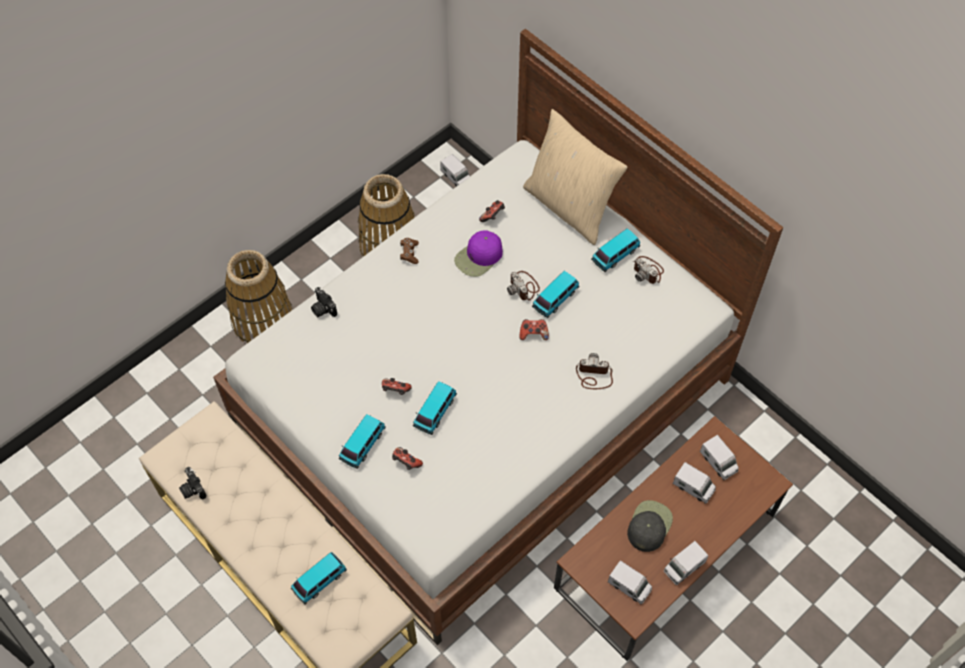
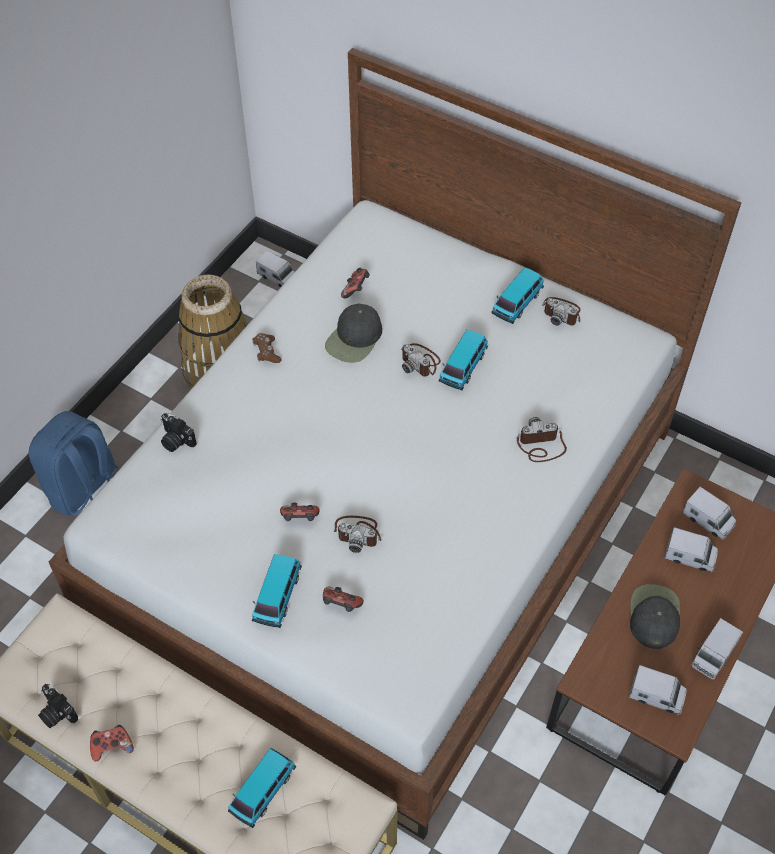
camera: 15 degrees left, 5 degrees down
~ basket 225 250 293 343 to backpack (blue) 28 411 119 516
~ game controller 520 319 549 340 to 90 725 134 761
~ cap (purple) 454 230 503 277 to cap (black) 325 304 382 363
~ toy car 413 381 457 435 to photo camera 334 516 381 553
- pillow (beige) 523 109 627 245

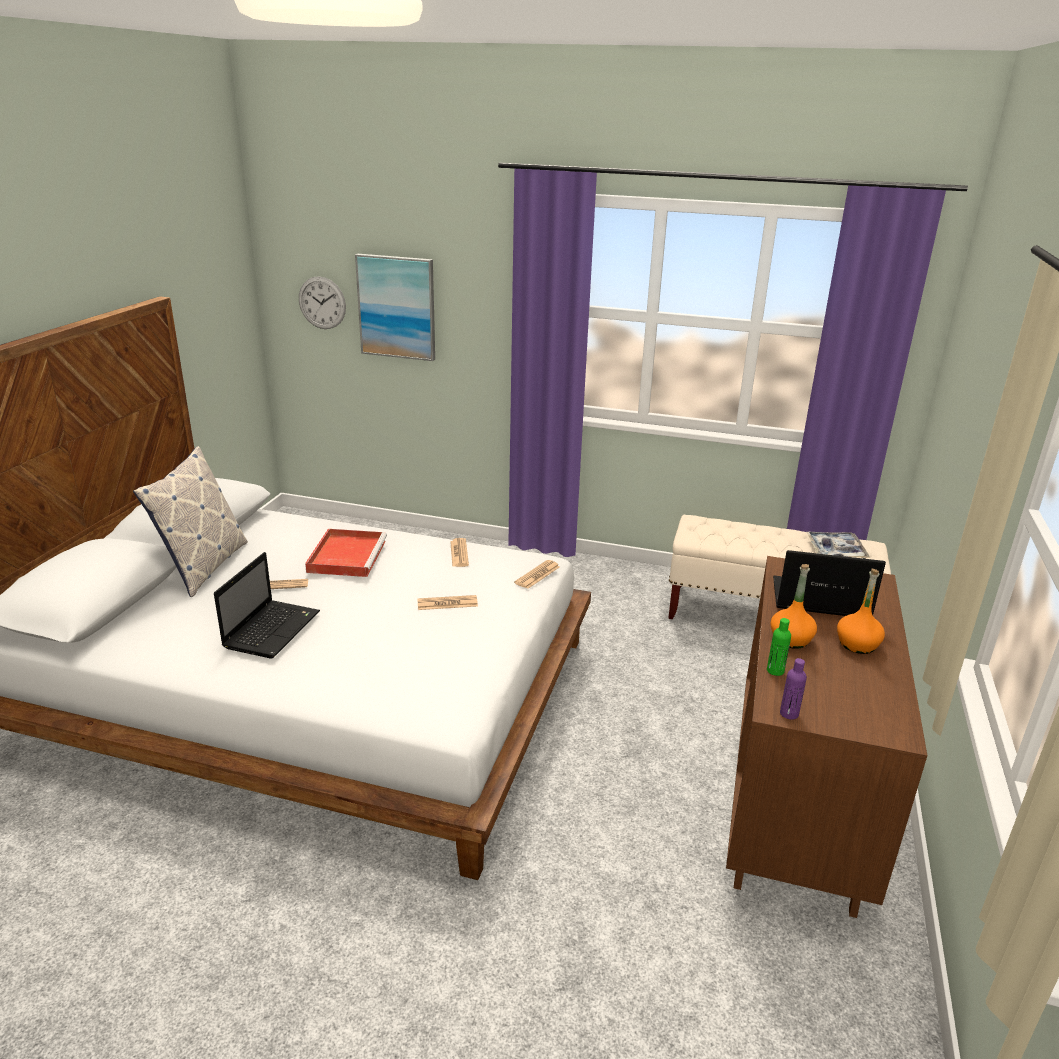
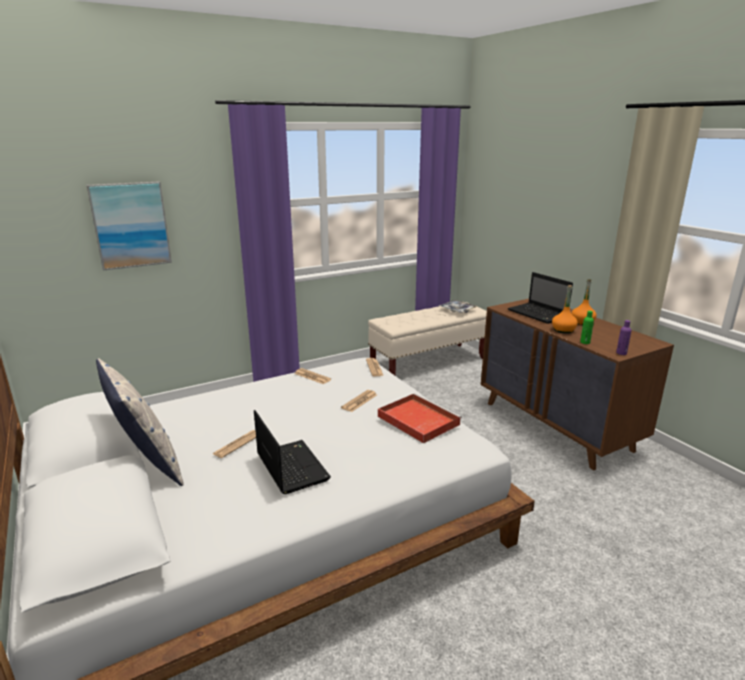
camera: 45 degrees left, 5 degrees down
~ tray (red) 305 529 387 577 to 378 393 462 444
~ laptop 773 550 886 616 = 508 272 573 324 90 degrees counterclockwise
- wall clock 299 277 346 329

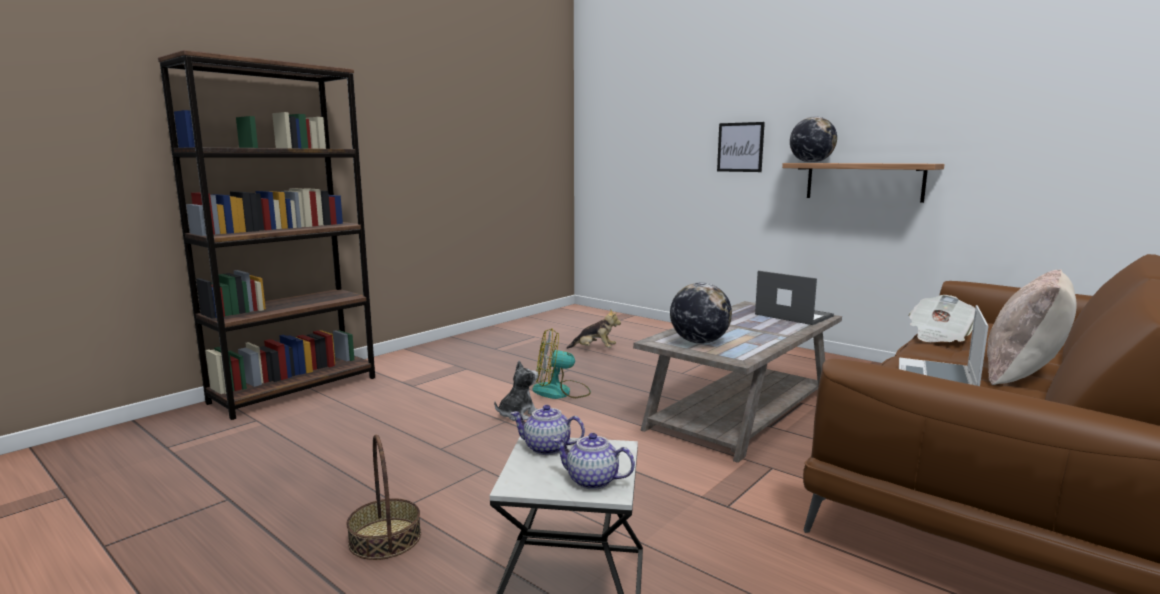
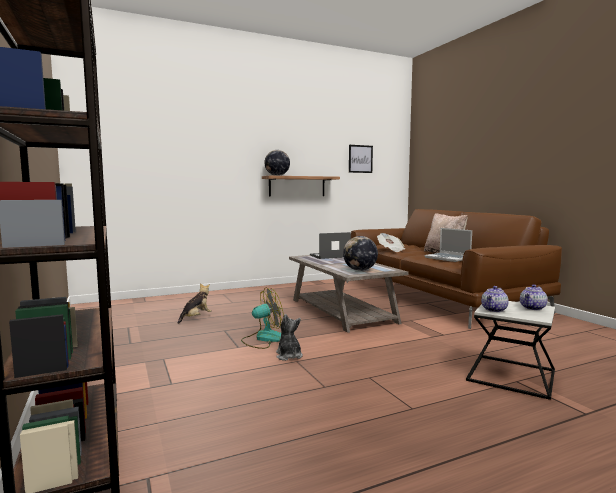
camera: 65 degrees left, 5 degrees down
~ fan 532 329 591 399 = 241 287 284 349 135 degrees counterclockwise
~ picture 717 122 765 172 to 349 145 373 173
- basket 347 435 421 560

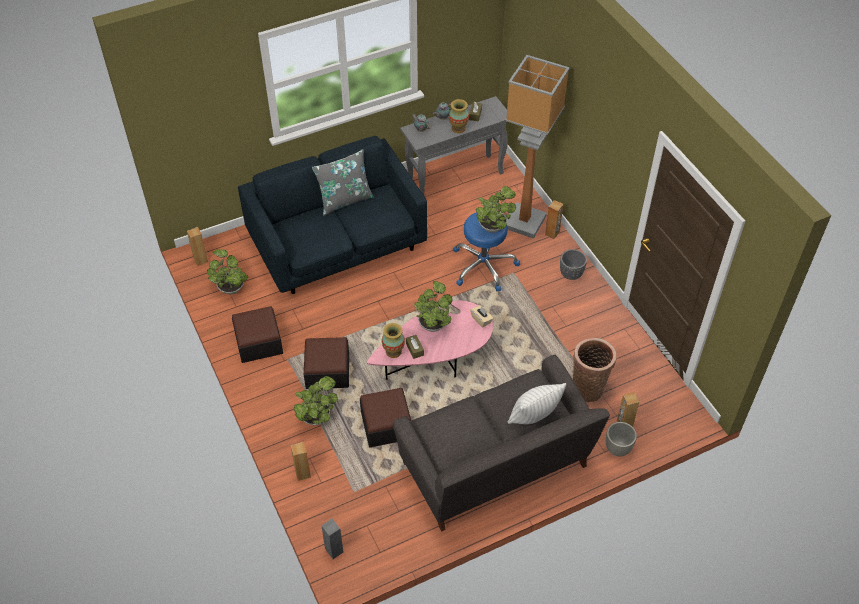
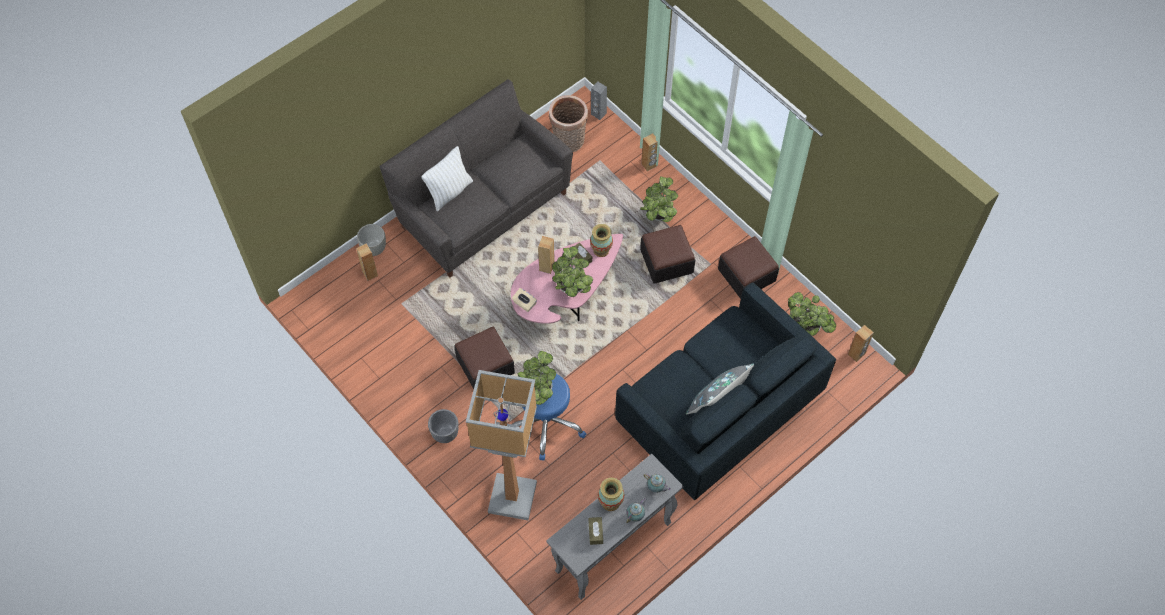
camera: 165 degrees right, 10 degrees up
~ ottoman 360 388 411 447 to 454 327 515 389
~ speaker (brown) 545 200 563 239 to 538 236 555 274
~ basket 573 338 616 402 to 549 95 588 152

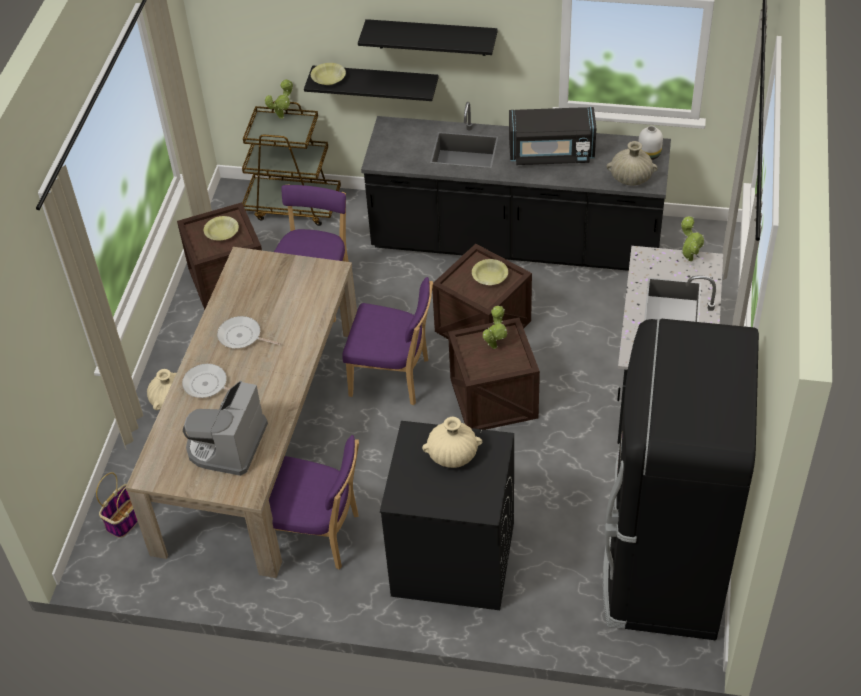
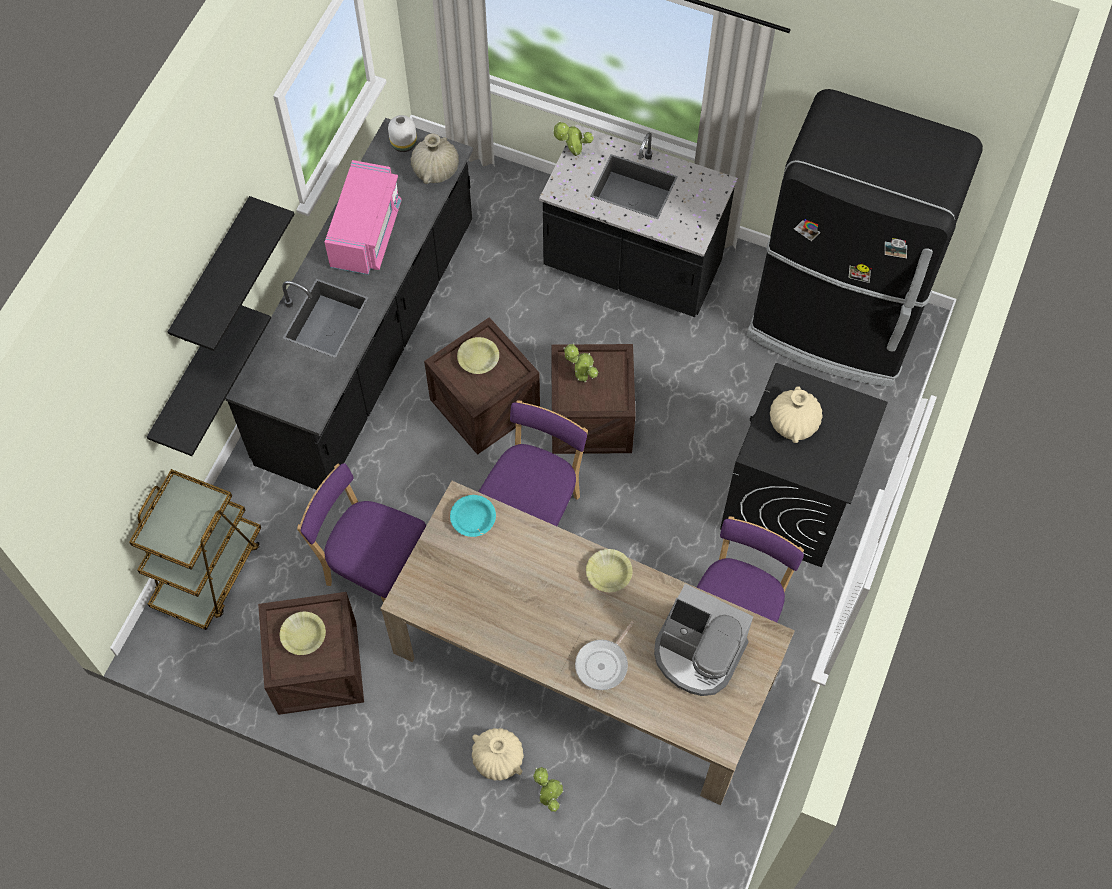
camera: 80 degrees left, 15 degrees up
~ microwave (black) 509 107 597 165 to microwave (pink) 324 160 402 275
+ bowl (turquoise) 450 495 496 537
~ potted plant 265 79 293 119 to 533 767 563 812
~ bowl (yellow) 311 63 346 85 to 586 549 633 592
- basket 96 472 138 538
- frying pan 217 316 281 349

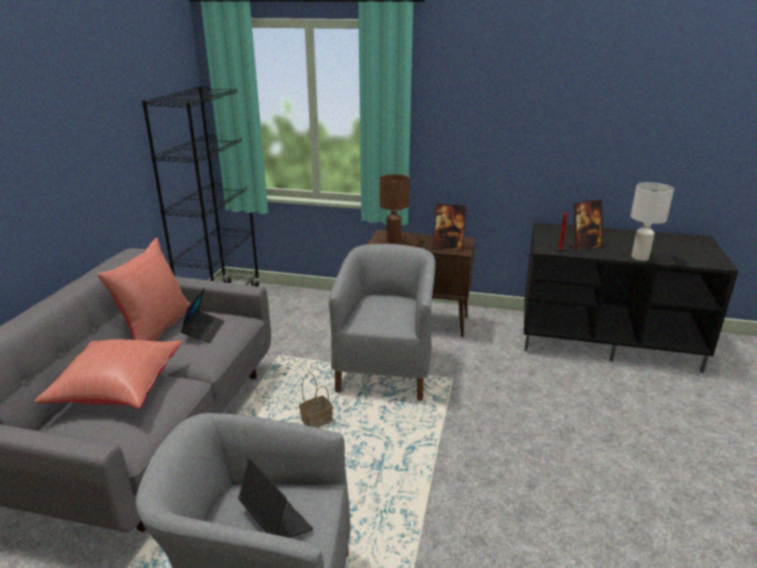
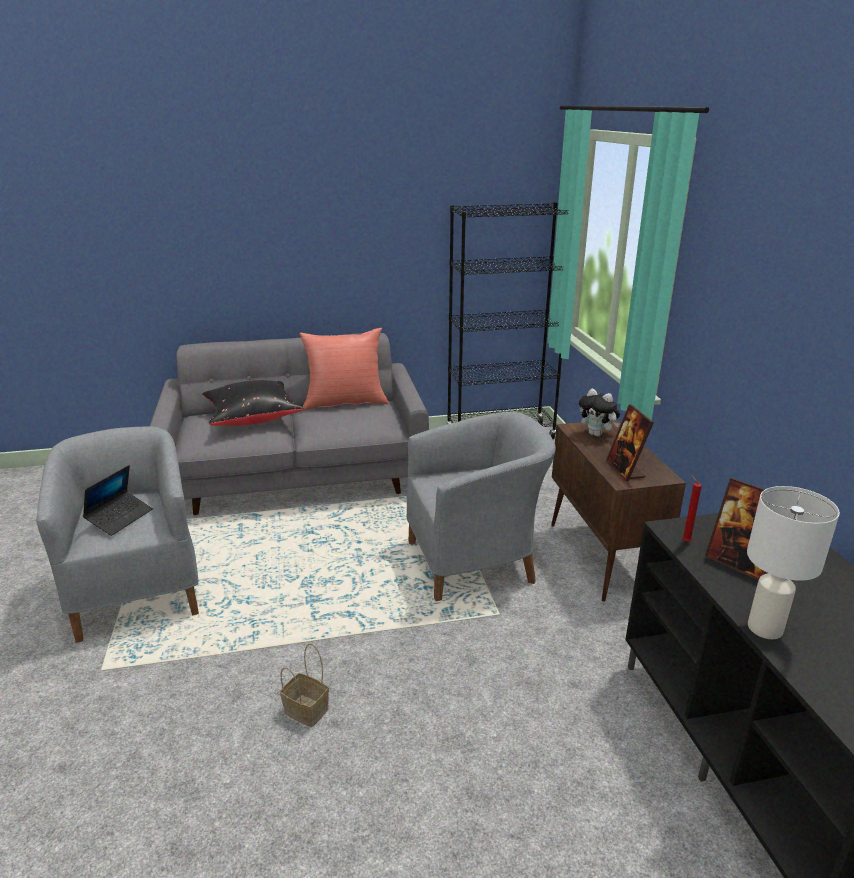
camera: 65 degrees right, 0 degrees up
~ pillow (red) 34 339 182 409 to pillow (black) 202 380 305 426
~ basket 299 373 333 428 to 280 644 329 727
~ table lamp (brown) 379 174 409 243 to plush toy 579 389 620 437
- laptop 181 288 225 343

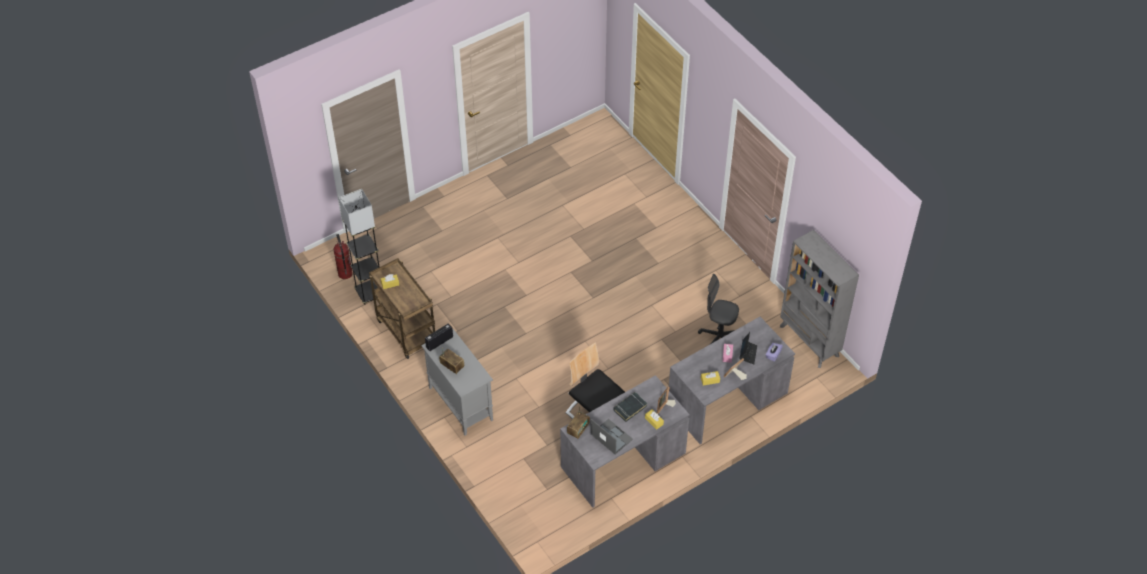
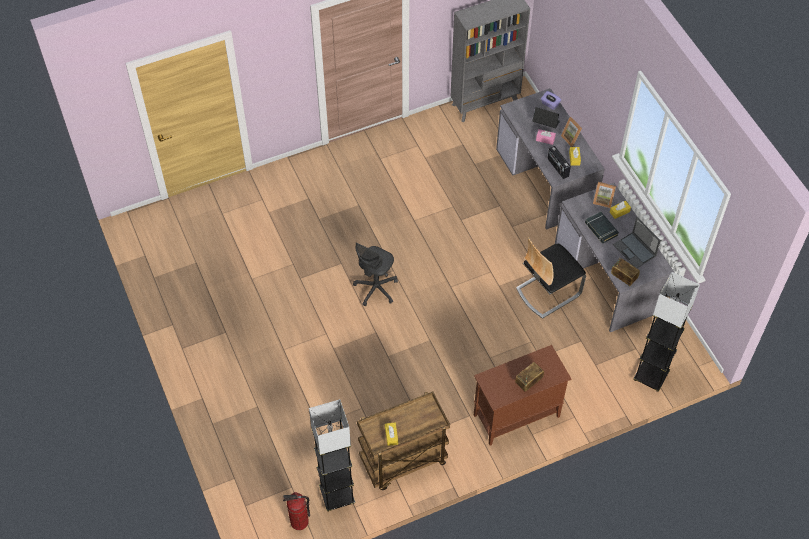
camera: 80 degrees left, 5 degrees up
~ office chair (grey) 698 274 739 344 to 353 243 398 306
~ cabinet (grey) 421 329 493 436 to cabinet (brown) 474 345 571 446
~ radio 425 324 453 351 to 548 146 571 179
~ laptop 591 419 633 454 = 613 217 661 268 90 degrees counterclockwise
+ floor lamp (grey) 633 272 700 392

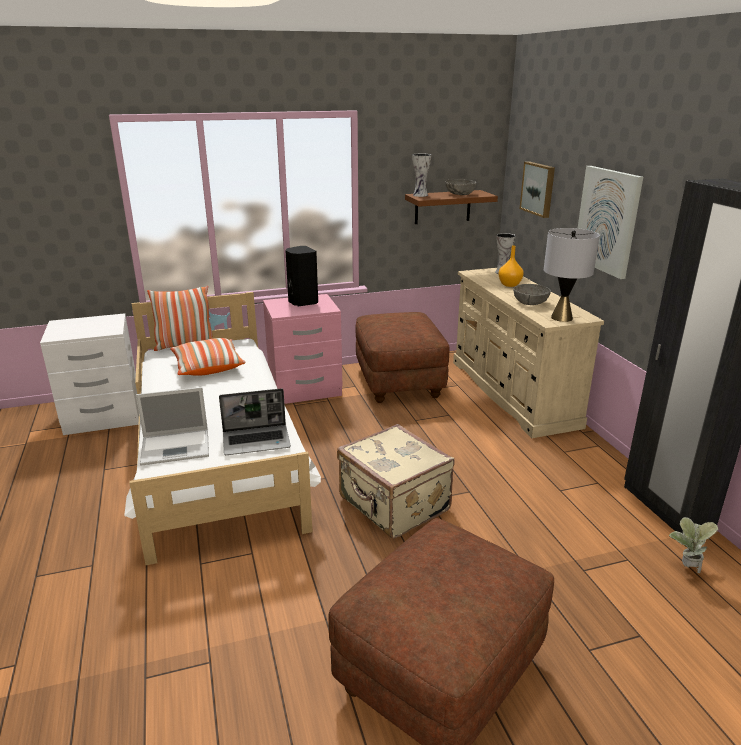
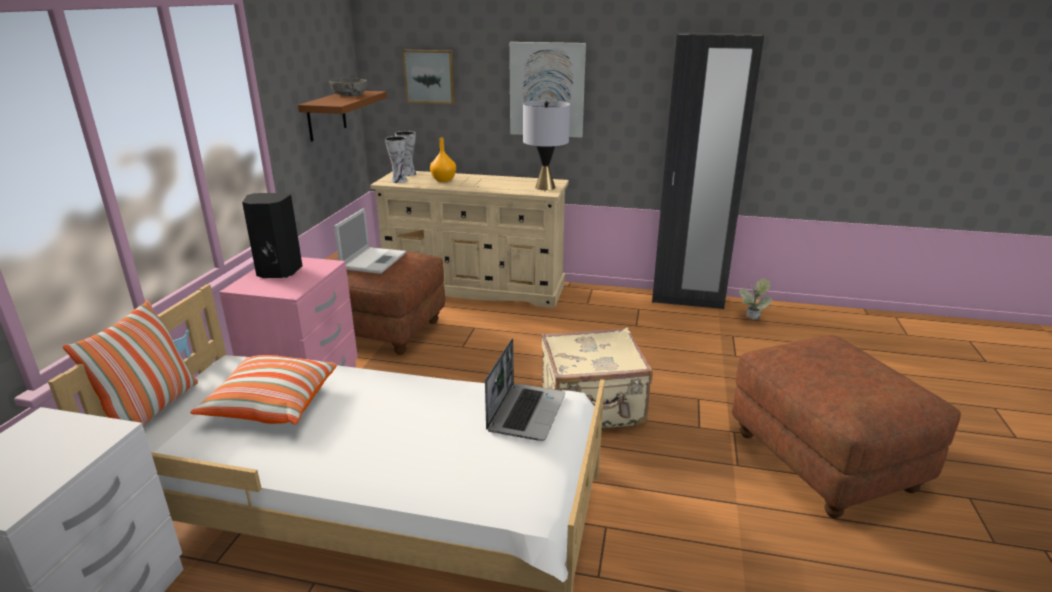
camera: 60 degrees left, 0 degrees up
~ laptop 136 387 209 466 to 334 208 406 274
~ vase 412 154 432 197 to 385 136 408 183
- bowl (grey) 513 284 551 305

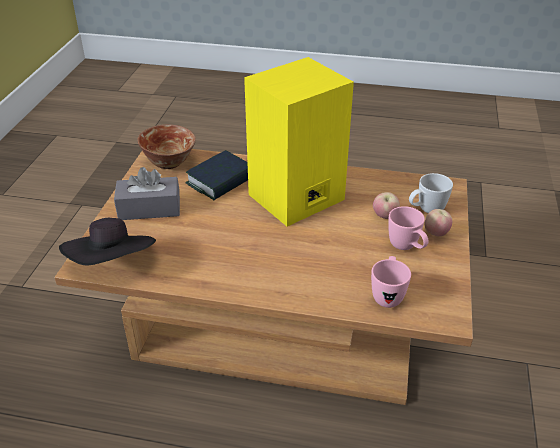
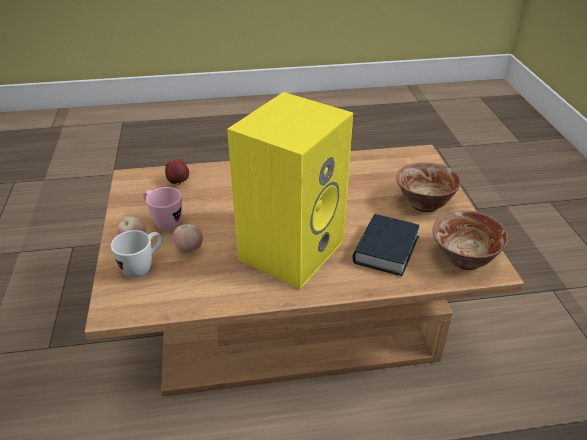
camera: 160 degrees right, 0 degrees up
~ mug (pink) 371 256 411 308 to apple 165 159 189 185
~ tissue box (grey) 114 167 180 220 to bowl 396 163 461 212
- hat (black) 59 218 156 266

